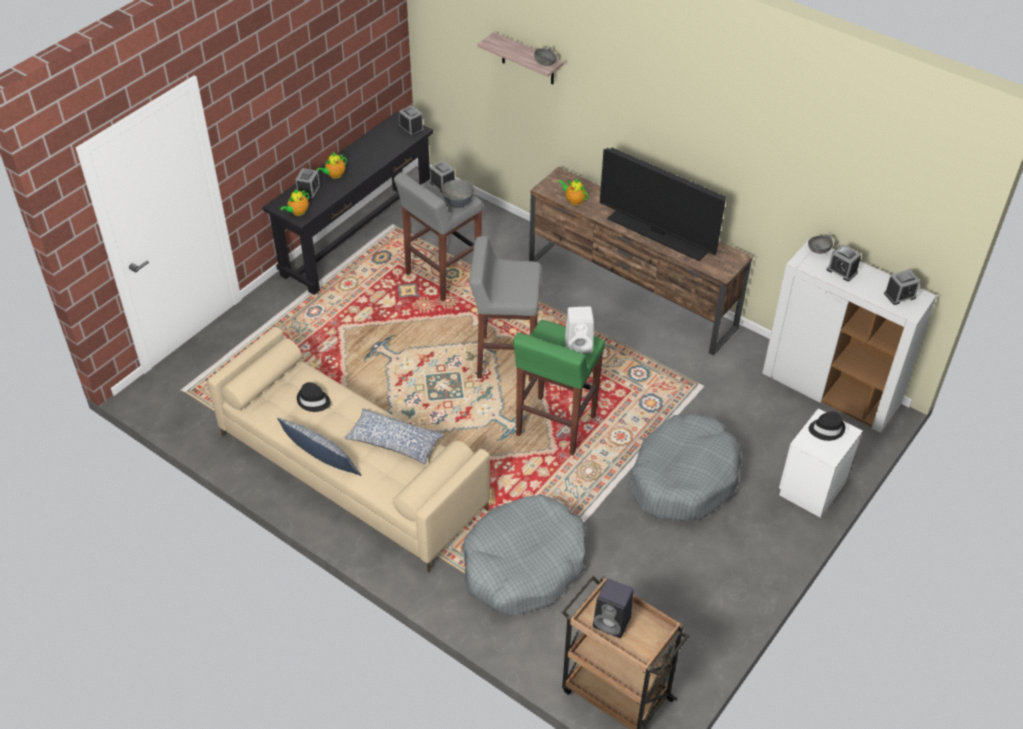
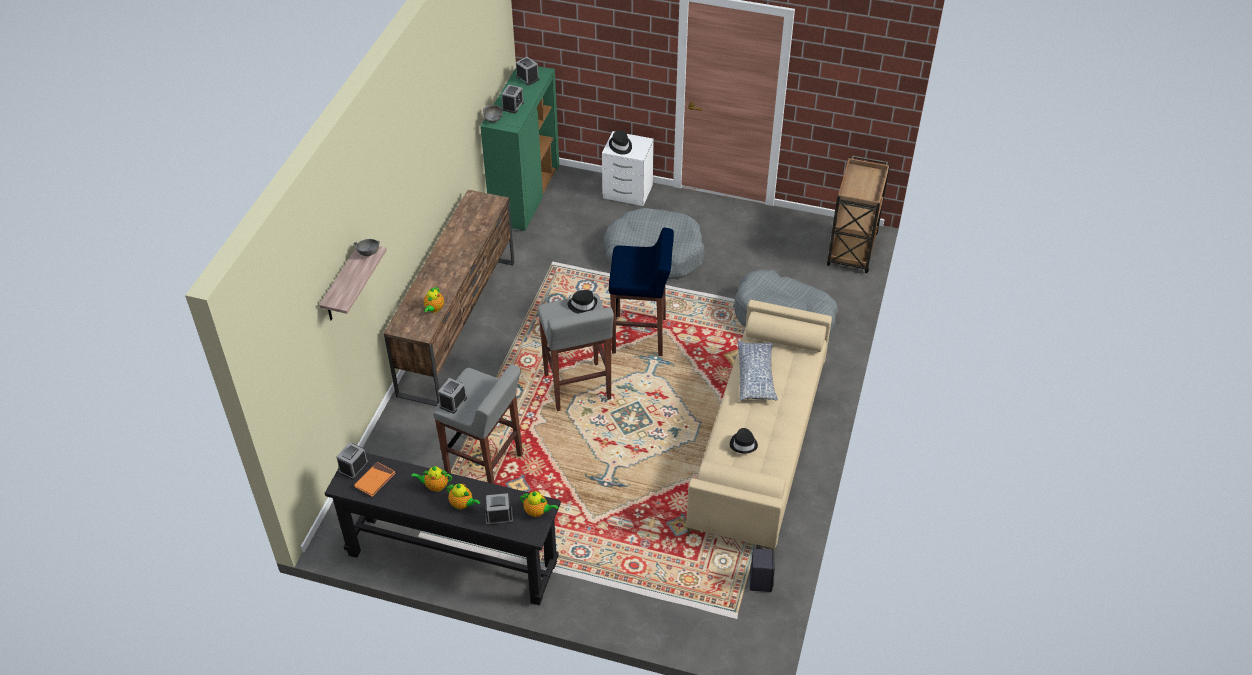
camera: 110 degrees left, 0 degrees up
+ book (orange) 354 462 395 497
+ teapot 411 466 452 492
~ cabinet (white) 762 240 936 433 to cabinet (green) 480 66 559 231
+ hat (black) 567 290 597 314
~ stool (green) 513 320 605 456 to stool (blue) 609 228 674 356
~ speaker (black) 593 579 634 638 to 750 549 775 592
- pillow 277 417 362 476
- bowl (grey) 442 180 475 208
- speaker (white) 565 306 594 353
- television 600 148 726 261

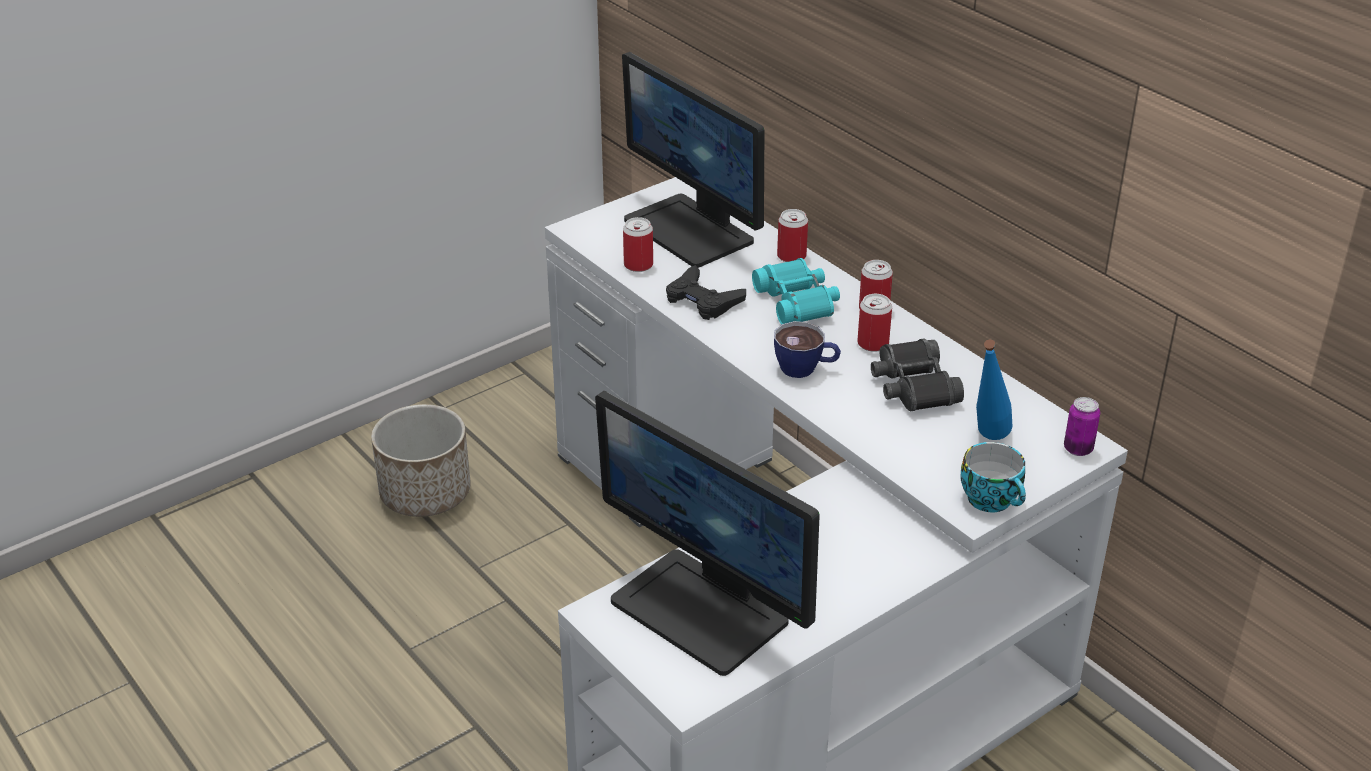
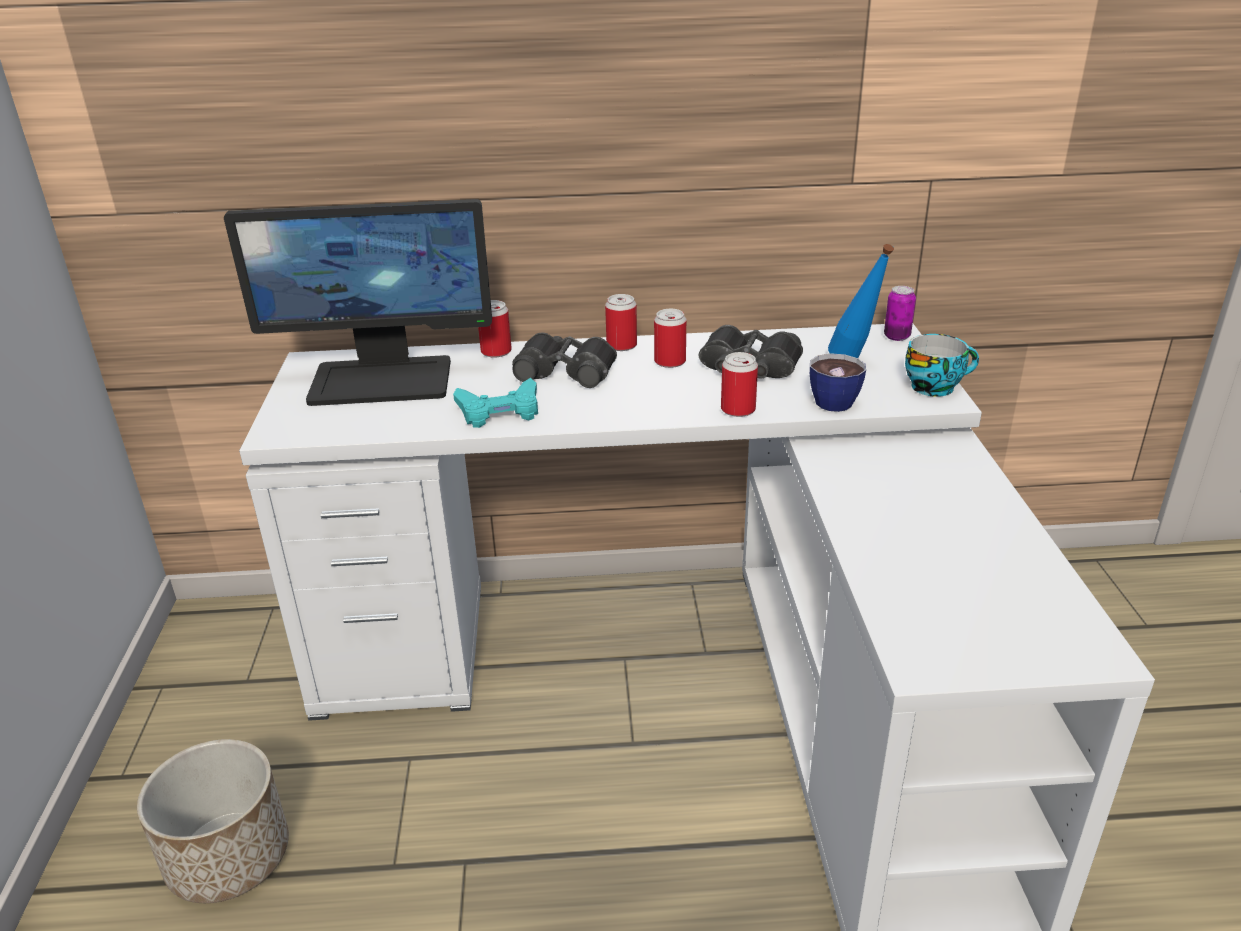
camera: 55 degrees left, 5 degrees down
~ game controller (black) 666 265 746 320 to game controller (turquoise) 453 378 538 428
~ binoculars (turquoise) 752 258 840 325 to binoculars (black) 512 332 617 388
~ can 623 217 653 272 to 721 352 758 417
~ cup 774 321 841 378 to 810 353 866 412
- monitor 595 391 820 676

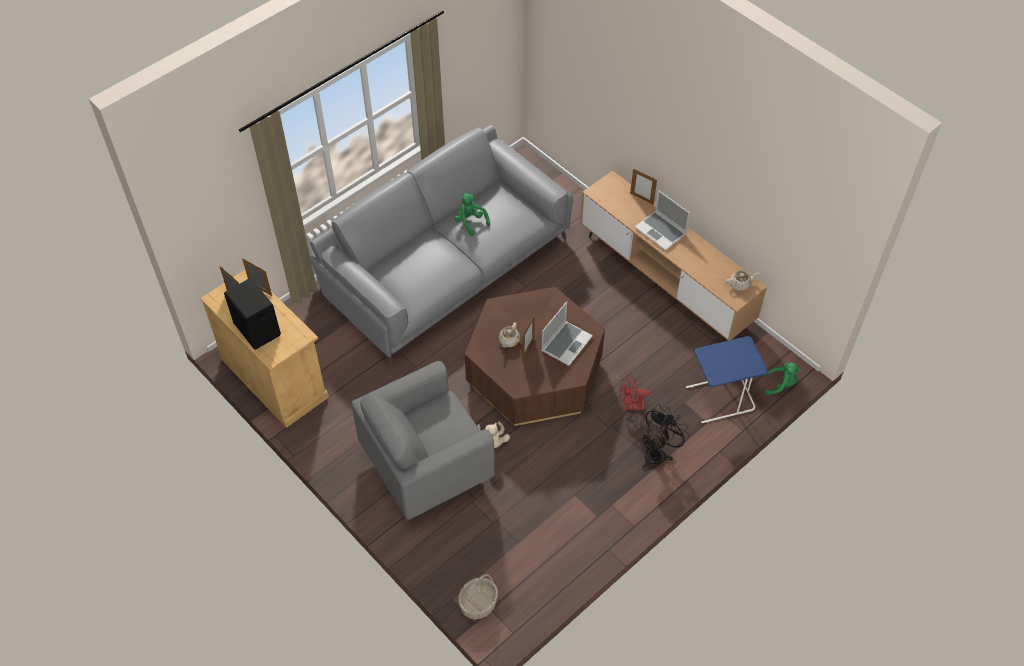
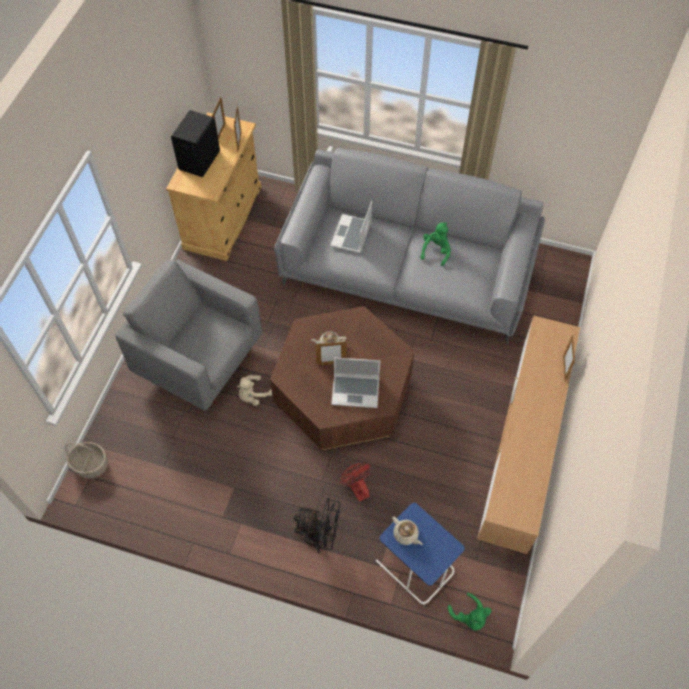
camera: 60 degrees right, 5 degrees up
~ laptop 635 190 690 251 to 330 201 372 253
~ teapot (beige) 726 270 759 291 to 392 517 423 545

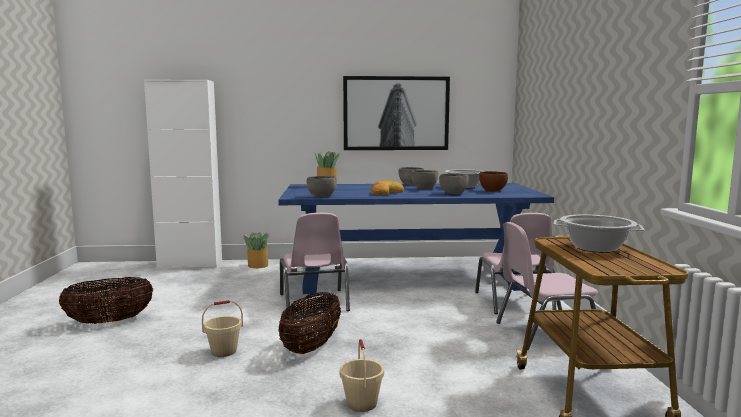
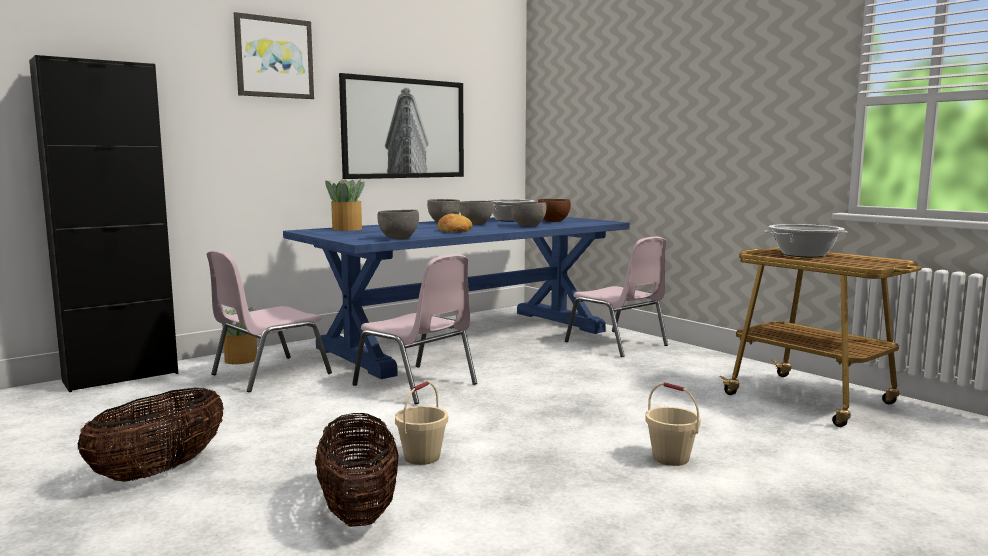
camera: 35 degrees left, 0 degrees up
~ cabinet (white) 144 79 222 269 to cabinet (black) 29 55 178 392
~ chair (pink) 496 222 598 350 to 207 250 332 392
+ picture 234 12 314 99
~ basket 279 292 341 354 to 315 413 399 527

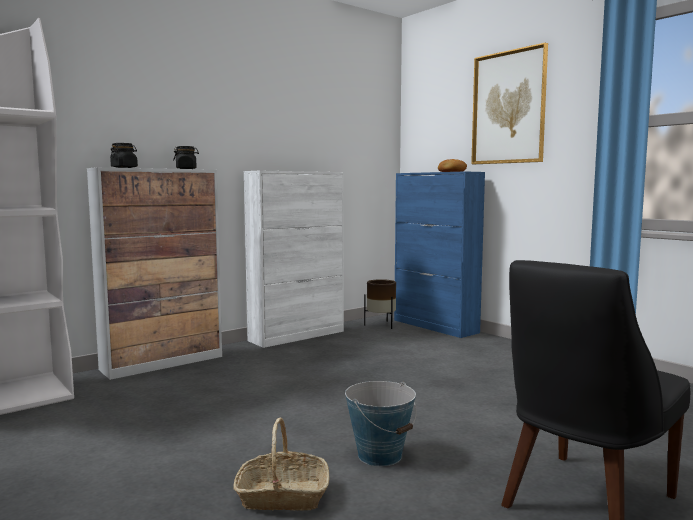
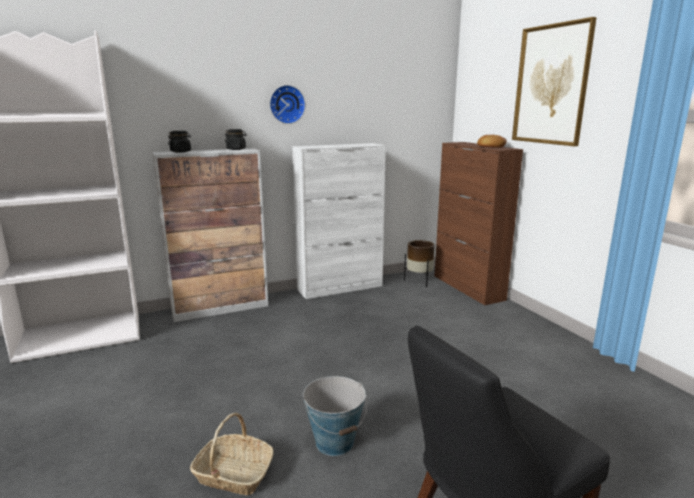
camera: 15 degrees right, 10 degrees up
+ wall clock 270 85 306 124
~ cabinet (blue) 394 171 485 338 to cabinet (brown) 435 142 523 305

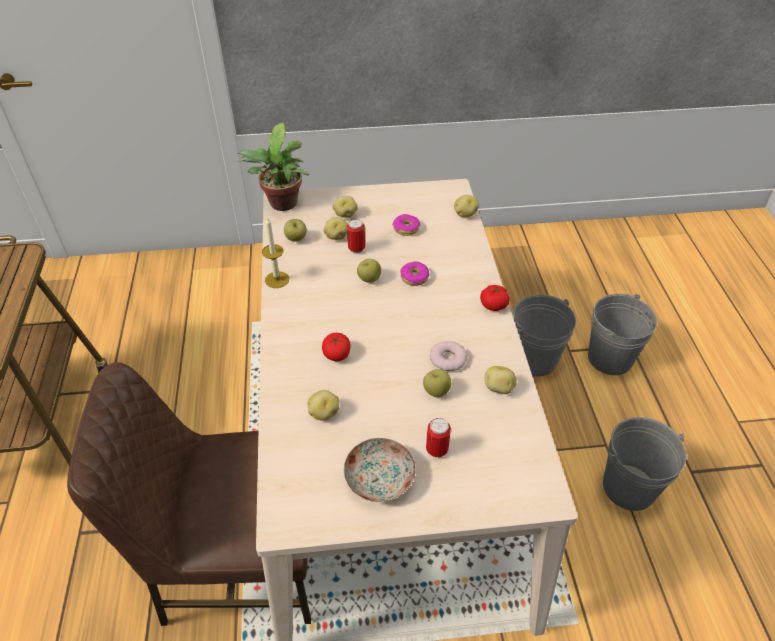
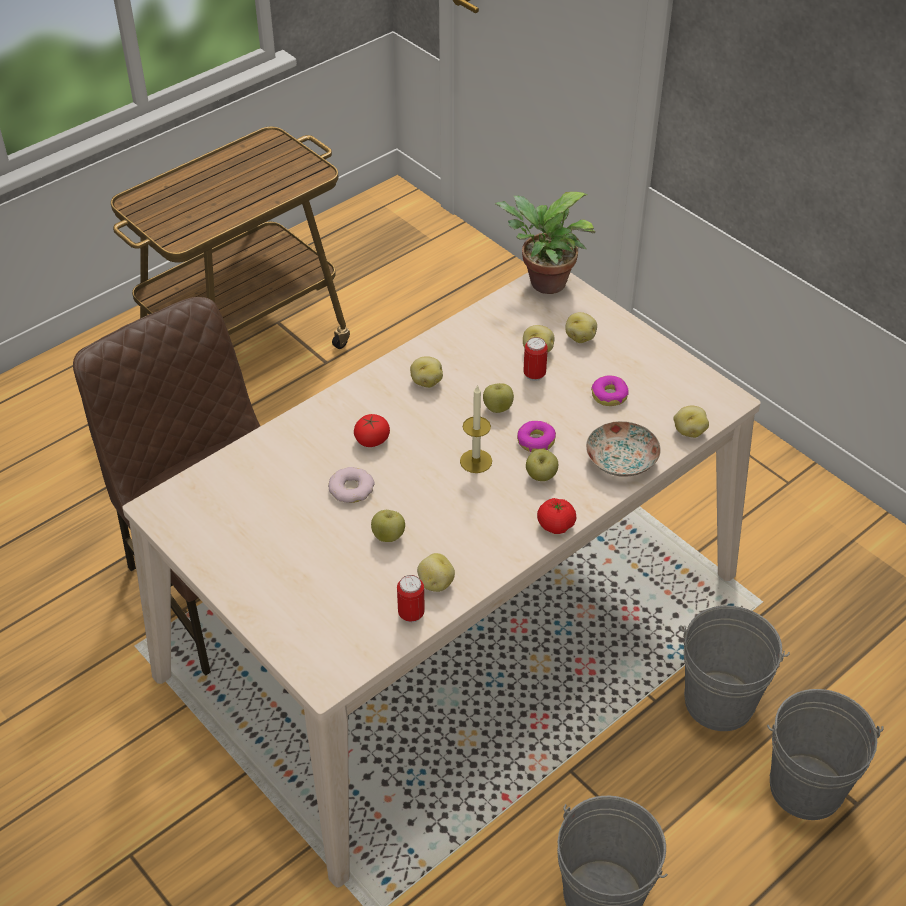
camera: 55 degrees right, 0 degrees up
~ donut 430 341 468 371 to 328 467 375 503
~ can 426 418 451 458 to 397 575 425 623
~ potato 307 390 340 421 to 410 356 443 388
~ candle 262 217 289 288 to 460 385 492 473
~ apple 284 219 307 242 to 526 449 558 481
~ plate 344 438 416 502 to 586 421 661 477

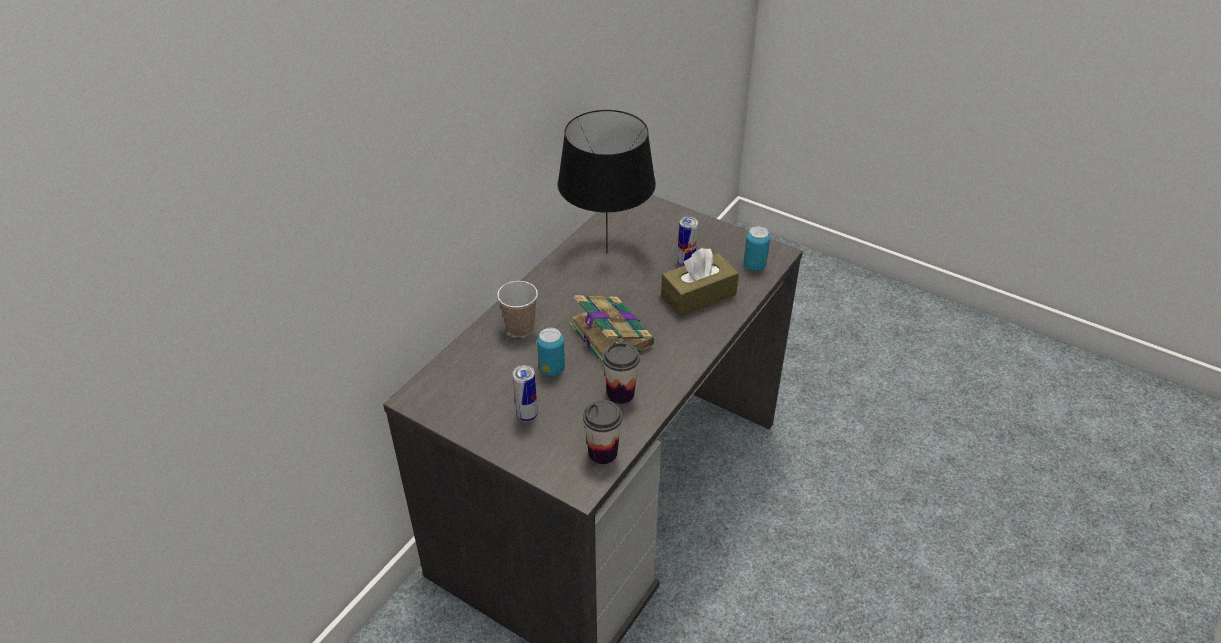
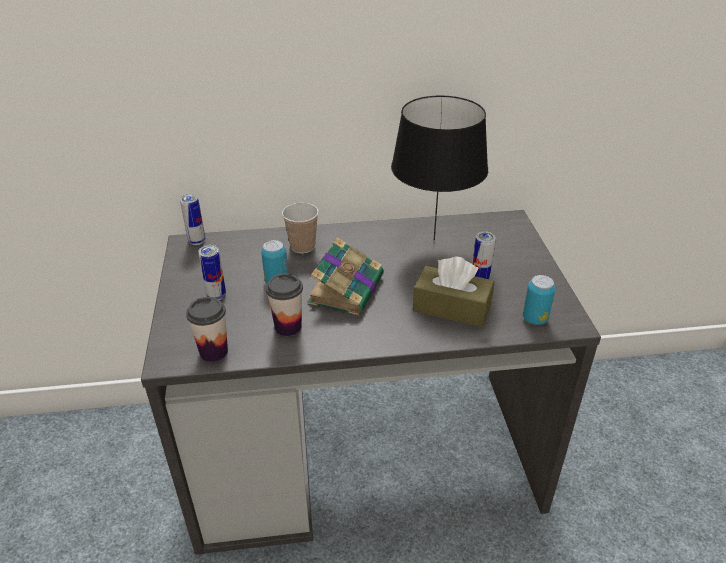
camera: 50 degrees right, 5 degrees down
+ can 180 194 205 245

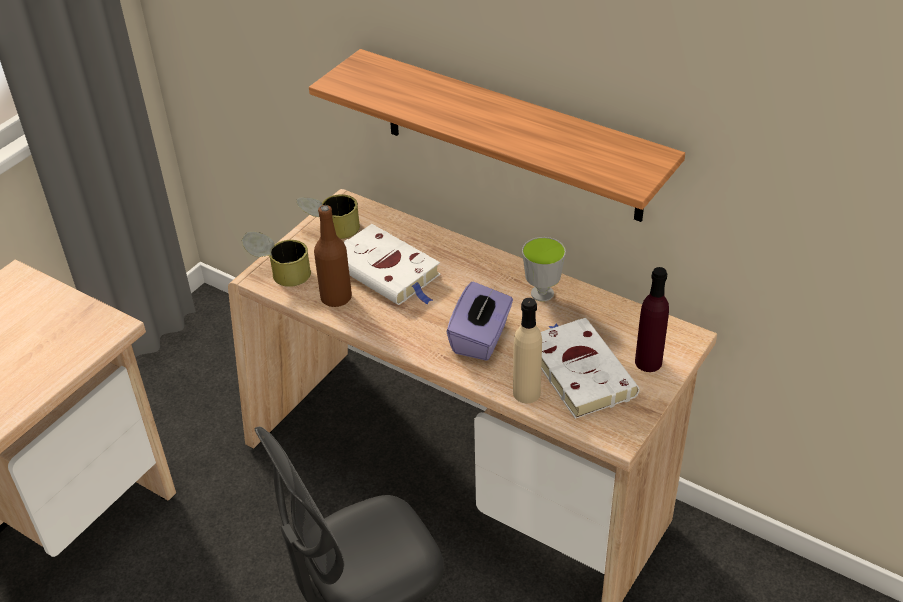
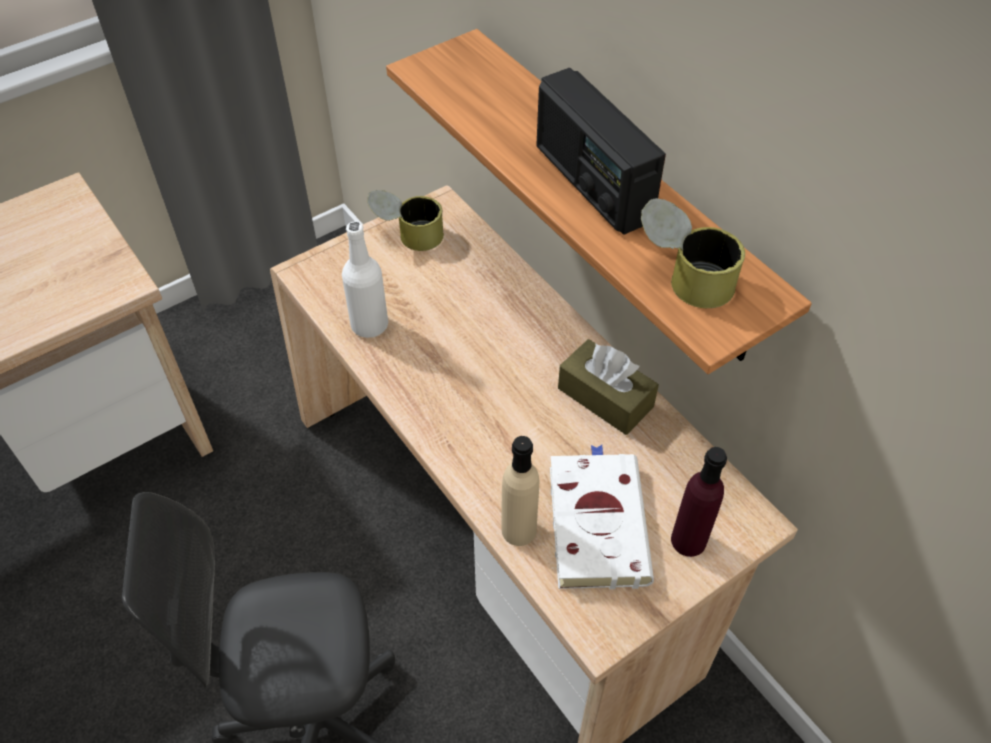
camera: 20 degrees right, 10 degrees up
~ bottle (brown) 314 205 352 307 to bottle (white) 342 221 388 338
+ radio 536 68 666 235
~ cup 522 237 566 302 to tissue box (brown) 558 339 659 435
~ can 242 231 311 287 to 641 198 745 308
- book (white) 344 224 441 305
- tissue box (purple) 446 282 513 361

